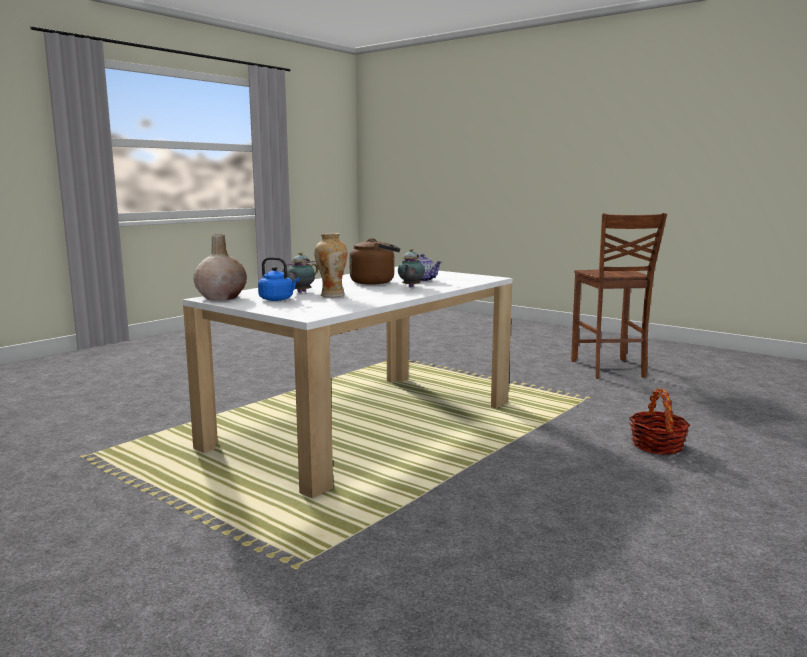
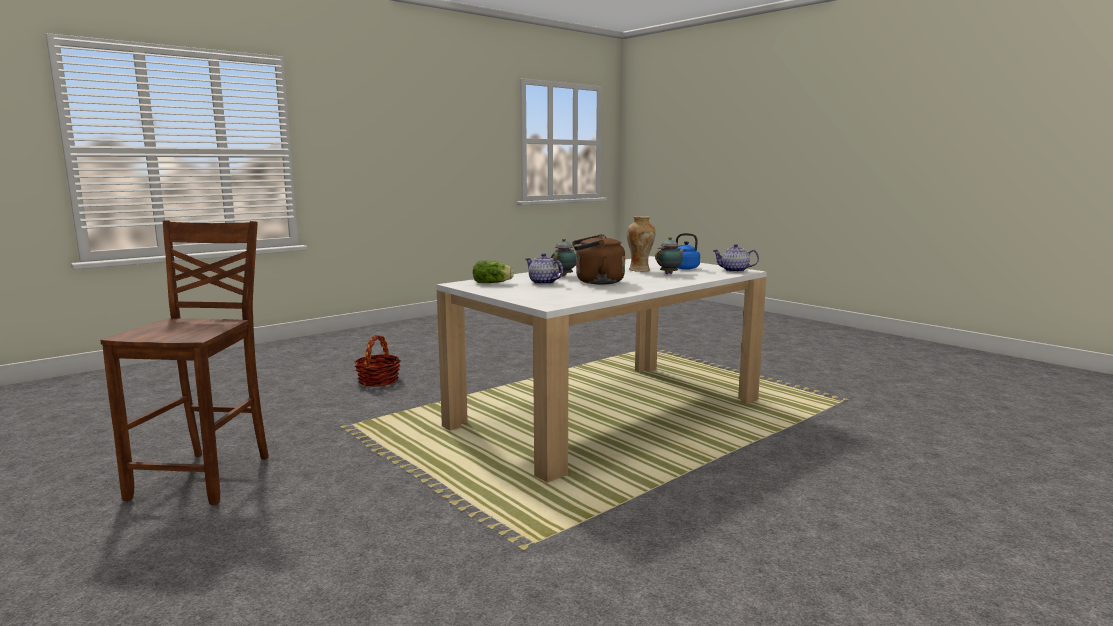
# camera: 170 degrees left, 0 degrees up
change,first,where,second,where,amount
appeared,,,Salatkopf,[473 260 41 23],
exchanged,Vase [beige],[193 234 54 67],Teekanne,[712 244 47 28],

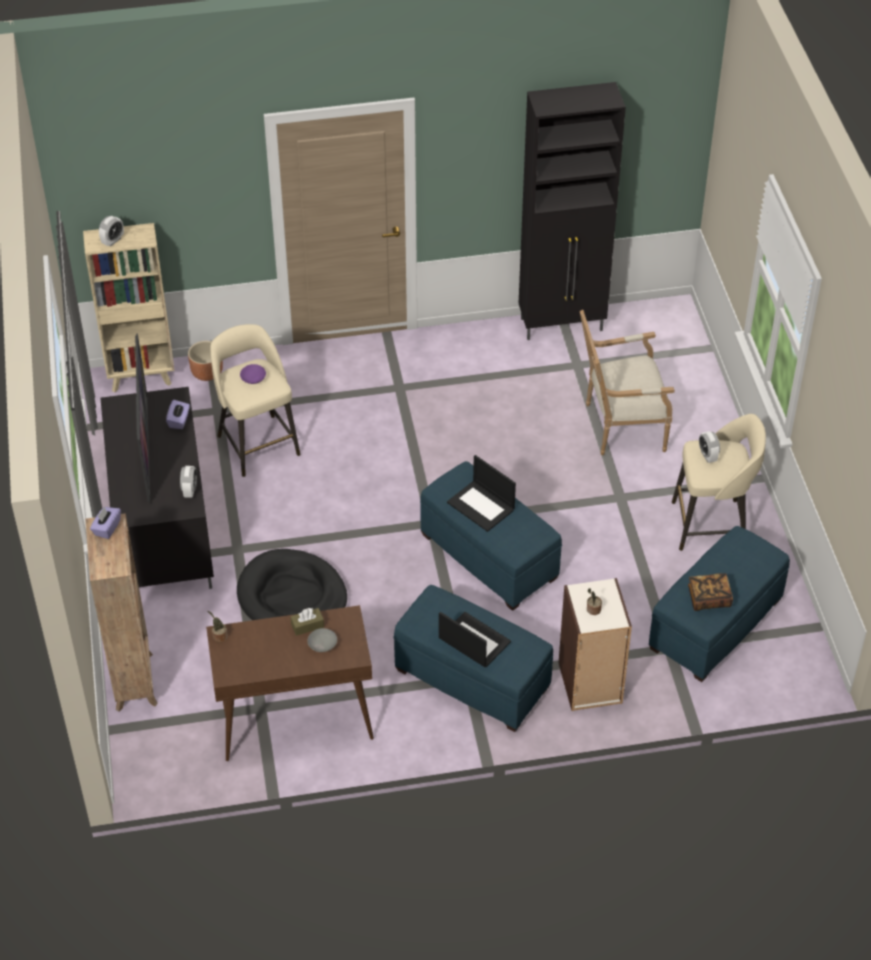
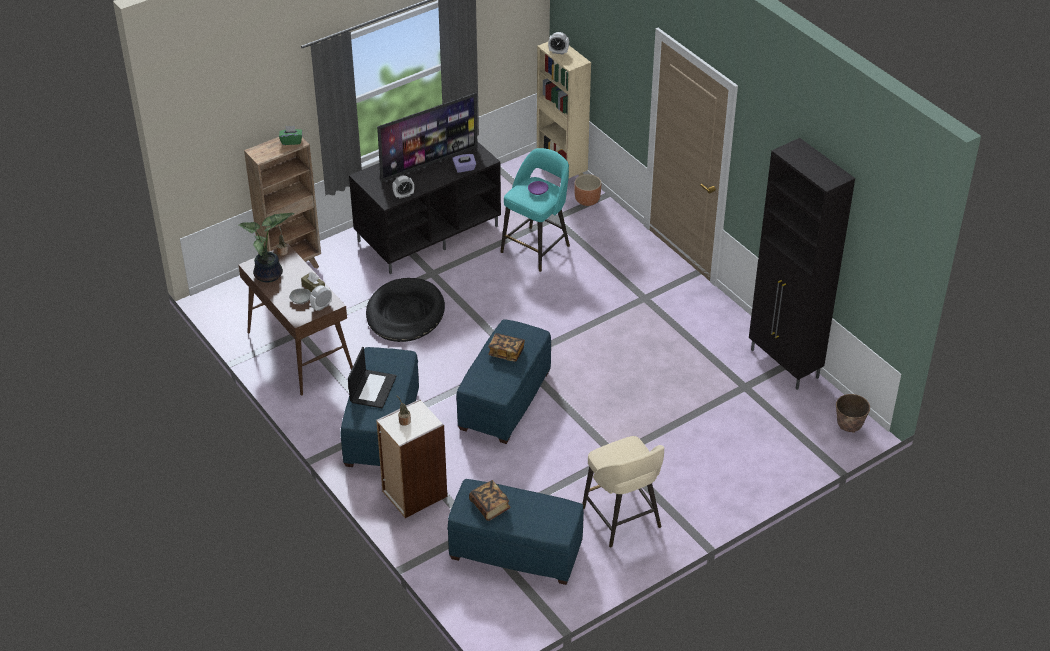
# camera: 65 degrees right, 5 degrees down
change,first,where,second,where,amount
appeared,,,Topfpflanze,[239 213 56 69],
colour,Taschentuchbox [lila],[90 507 31 32],Taschentuchbox [grün],[279 126 23 19],
relocated,Wecker,[699 431 21 32],,[310 285 22 26],
exchanged,Laptop,[447 455 69 77],Buch,[488 333 37 29],
colour,Hocker [beige],[210 324 90 153],Hocker [türkis],[500 148 70 124],
appeared,,,Pflanzkübel,[836 394 34 39],
missing,Sessel,[580 310 95 145],,,

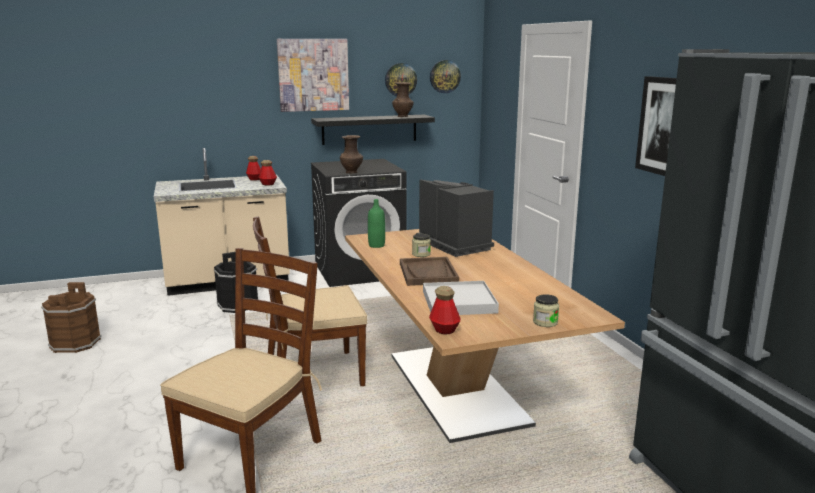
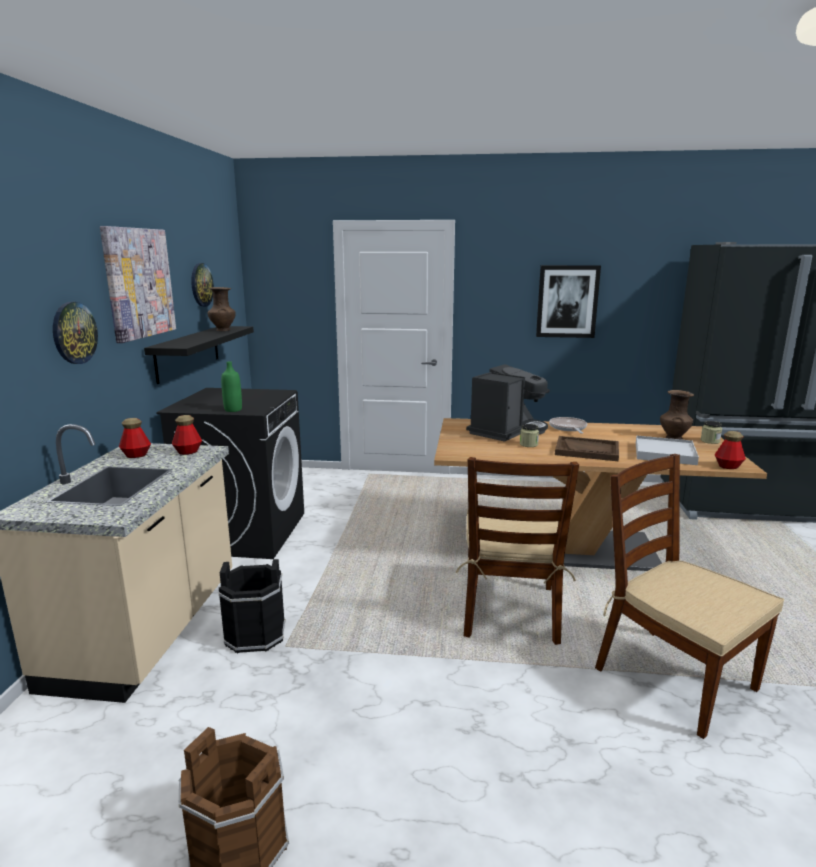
# camera: 65 degrees left, 0 degrees up
change,first,where,second,where,amount
relocated,Wanduhr,[430 60 31 33],,[53 302 45 62],
relocated,Flasche [grün],[368 199 17 49],,[221 361 21 51],
spun,Kaffeemaschine,[416 180 78 77],,[466 364 84 78],135 degrees clockwise
appeared,,,Pfanne,[549 417 38 17],
relocated,Vase [braun],[340 135 23 38],,[660 390 34 50],

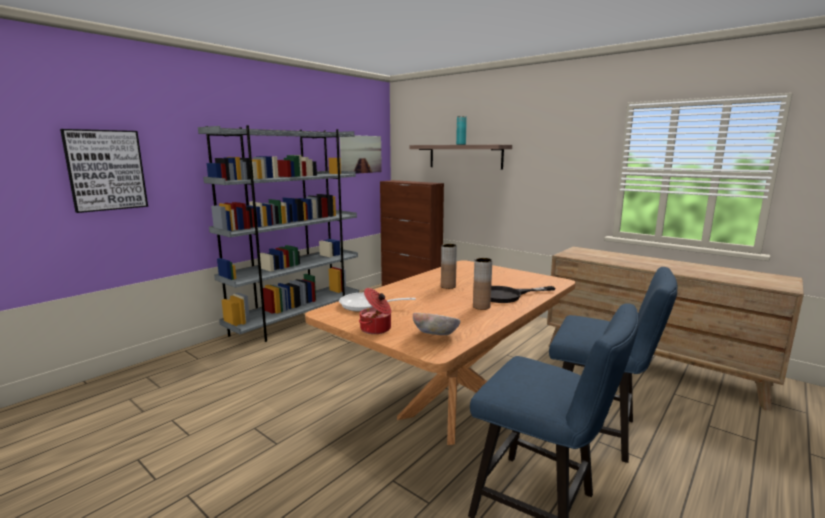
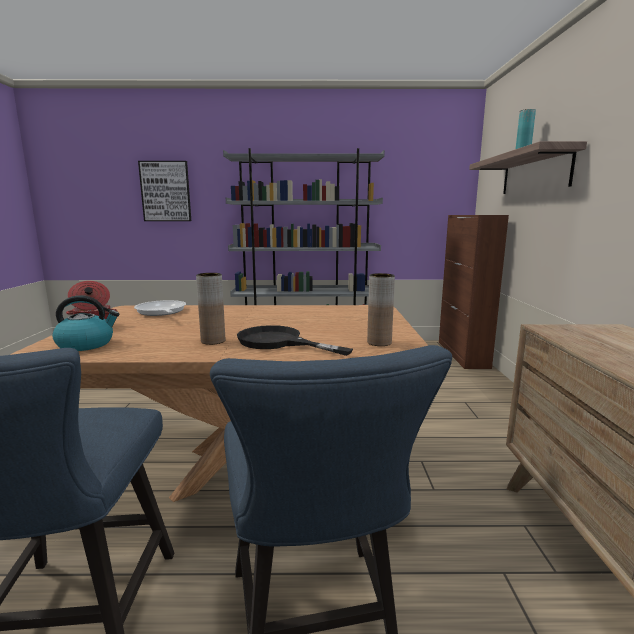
# camera: 50 degrees right, 0 degrees up
change,first,where,second,where,amount
exchanged,Schüssel,[413 313 47 22],Wasserkessel,[52 295 67 56],
relocated,Vase [braun],[441 244 16 45],,[367 273 28 73],
missing,Bild,[340 135 42 39],,,

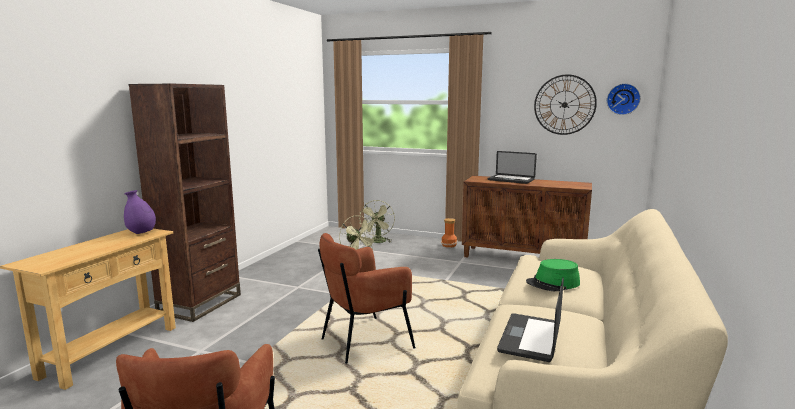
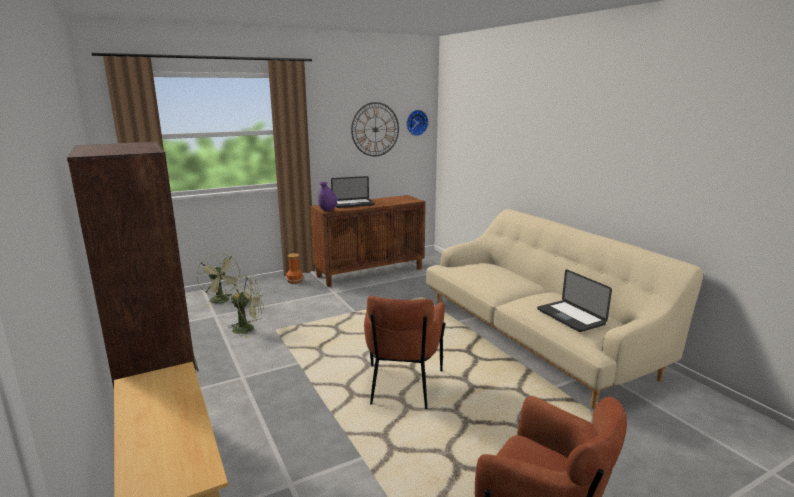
# camera: 50 degrees left, 5 degrees up
change,first,where,second,where,amount
relocated,Vase [lila],[124 190 32 44],,[318 182 19 29],
missing,Hut [grün],[526 259 54 32],,,

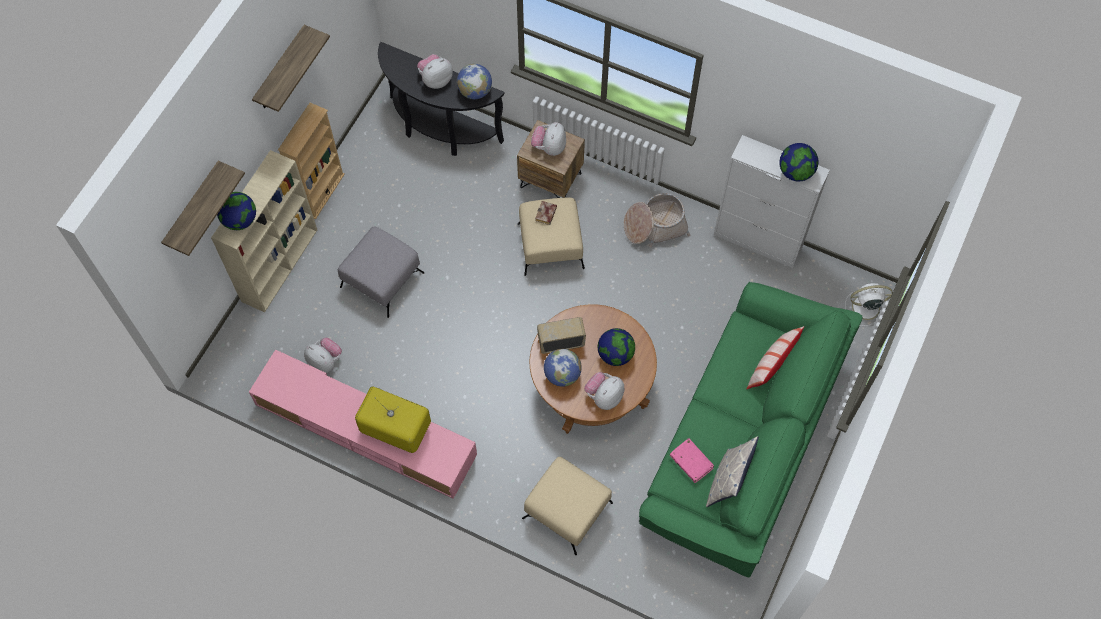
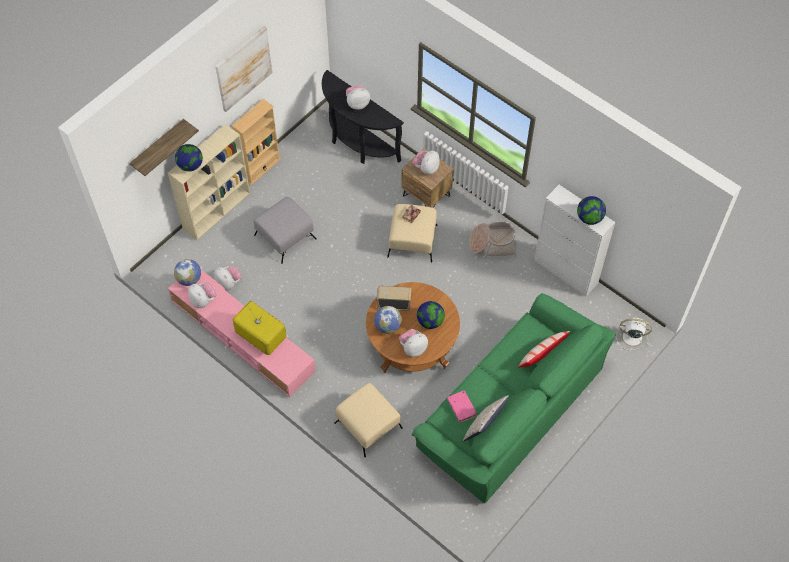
# camera: 15 degrees right, 5 degrees down
change,first,where,second,where,amount
relocated,Globus,[457 64 35 35],,[174 259 27 27],
appeared,,,Plüschtier,[188 283 29 25],
exchanged,Wandregal,[252 25 78 87],Bild,[215 26 57 86],

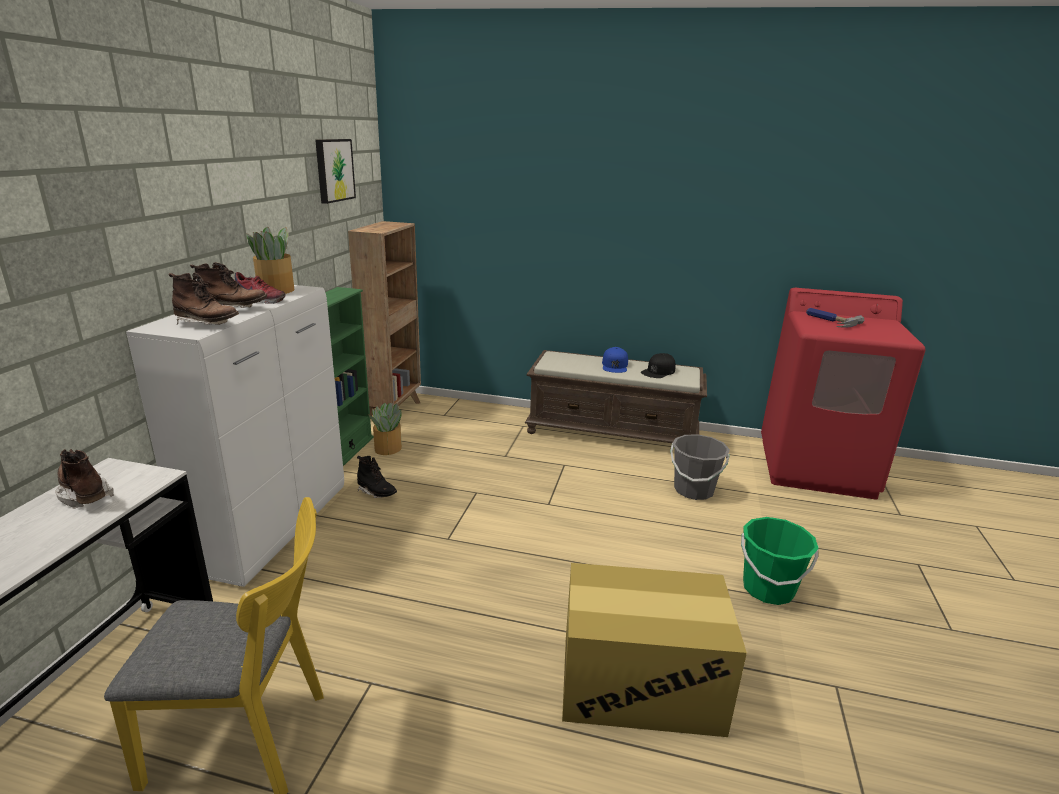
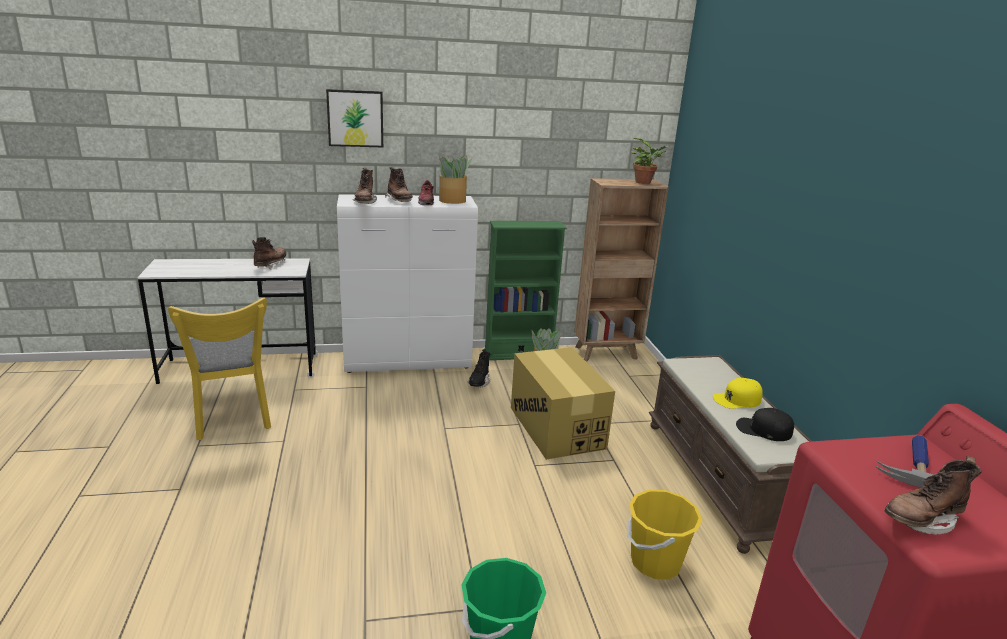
# camera: 65 degrees right, 0 degrees up
change,first,where,second,where,amount
relocated,Bild,[315 139 41 65],,[326 89 57 58],
relocated,Karton,[562 563 185 174],,[511 347 104 113],
colour,Eimer [grau],[670 434 60 66],Eimer [gelb],[627 490 75 89],
appeared,,,Topfpflanze,[631 138 37 46],
colour,Kappe [blau],[602 347 26 26],Kappe [gelb],[713 378 50 31],
appeared,,,Stiefel [braun],[885 456 97 79],

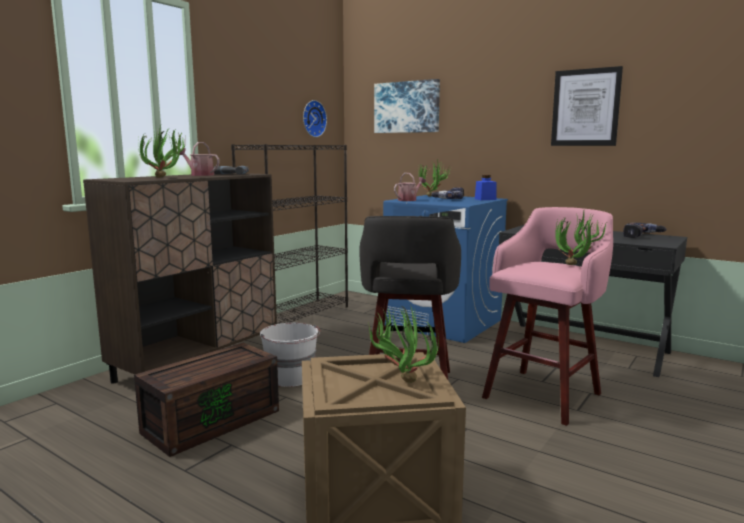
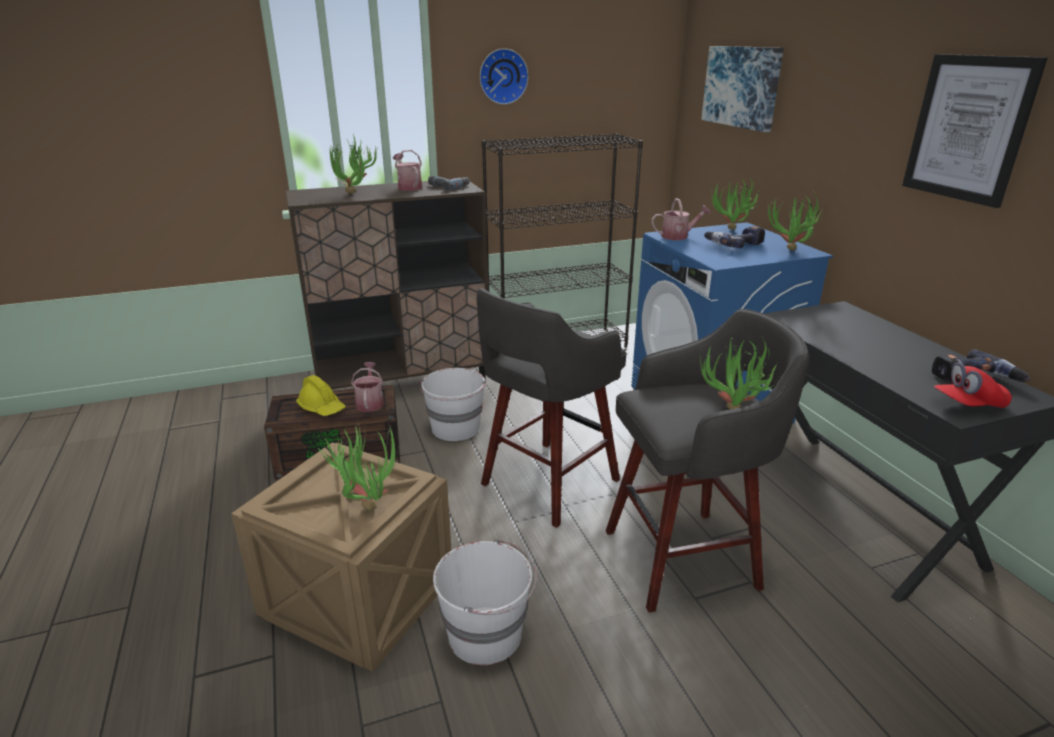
# camera: 35 degrees right, 15 degrees up
change,first,where,second,where,amount
appeared,,,Schutzhelm [gelb],[296 375 50 41],
appeared,,,Gießkanne,[351 362 33 50],
appeared,,,Eimer [weiß],[433 539 104 126],
relocated,Wanduhr,[303 100 24 37],,[480 48 49 57],
colour,Hocker [rosa],[482 207 131 219],Hocker [grau],[606 309 203 304],
exchanged,Vorratsglas [blau],[475 175 21 25],Topfpflanze,[768 192 54 58],
appeared,,,Kappe [rot],[934 362 78 46],

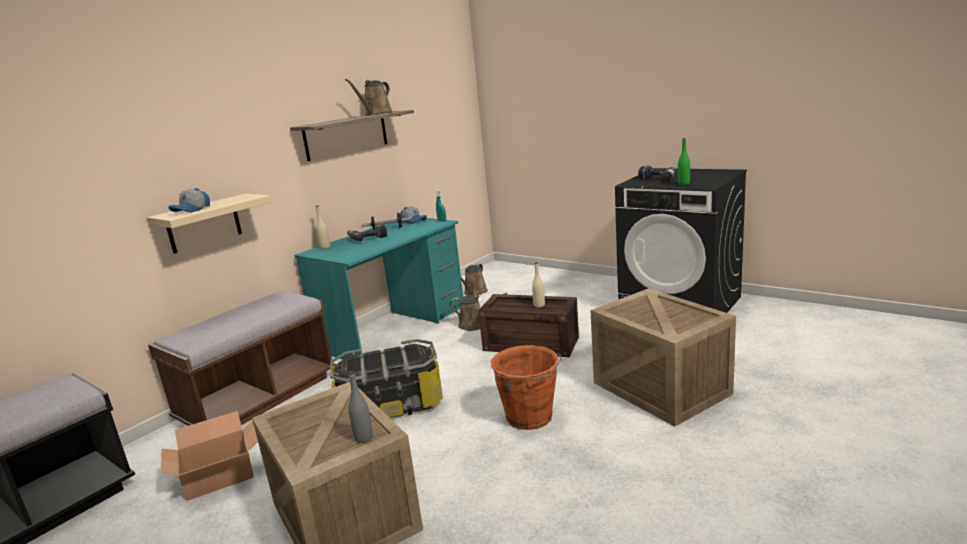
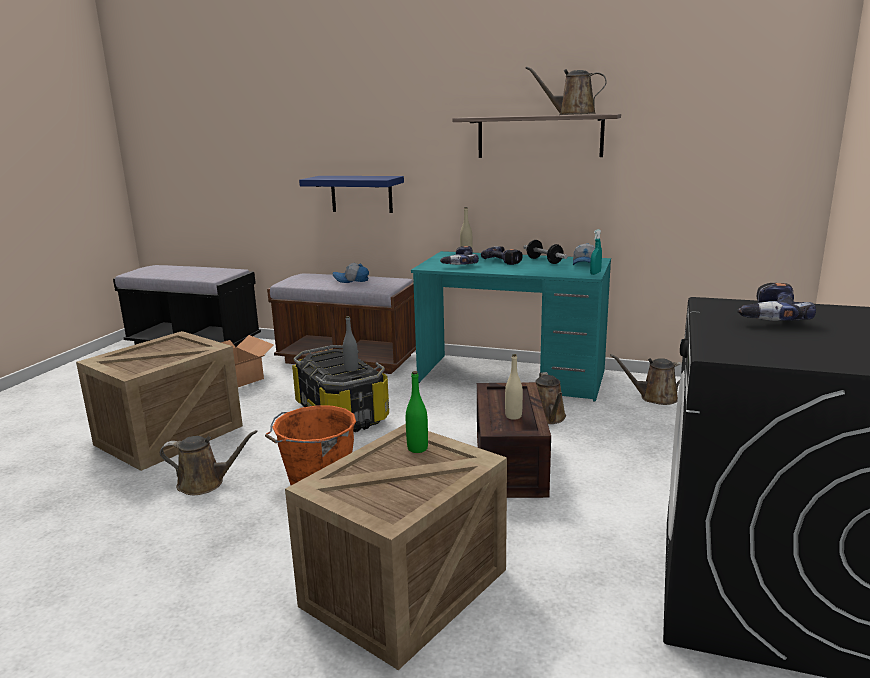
# camera: 70 degrees right, 0 degrees up
change,first,where,second,where,amount
appeared,,,Gießkanne [braun],[160 430 98 65],
colour,Wandregal [beige],[147 194 125 60],Wandregal [blau],[299 176 105 37],
relocated,Kappe,[168 188 42 24],,[333 263 36 20],
relocated,Flasche [grau],[348 371 25 72],,[343 316 15 56],
relocated,Flasche [grün],[678 138 12 47],,[406 371 22 82],
appeared,,,Bohrmaschine,[440 246 39 19],

